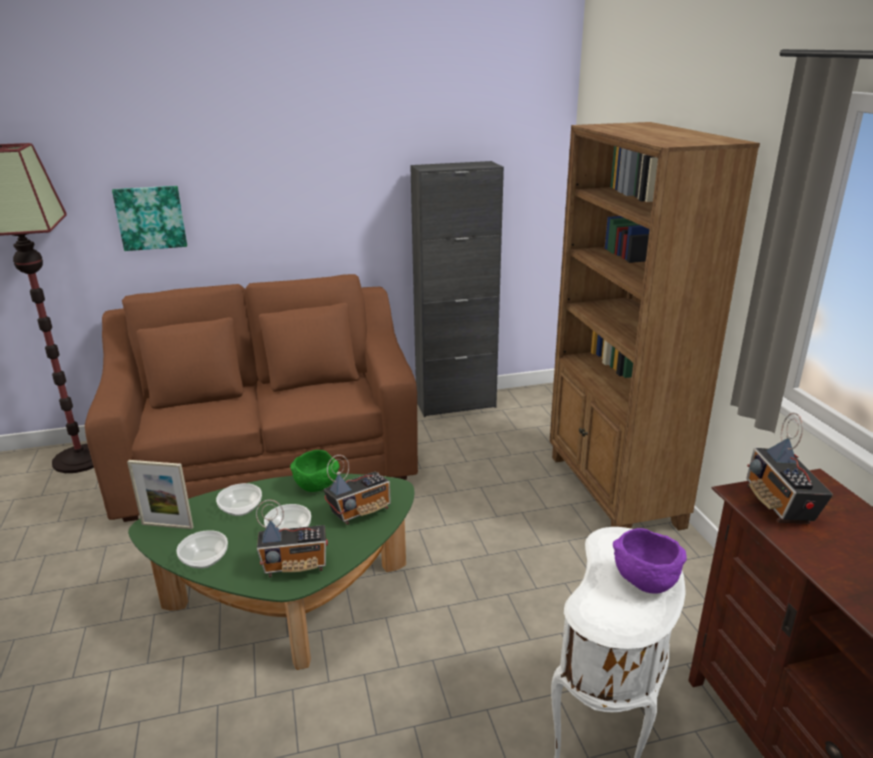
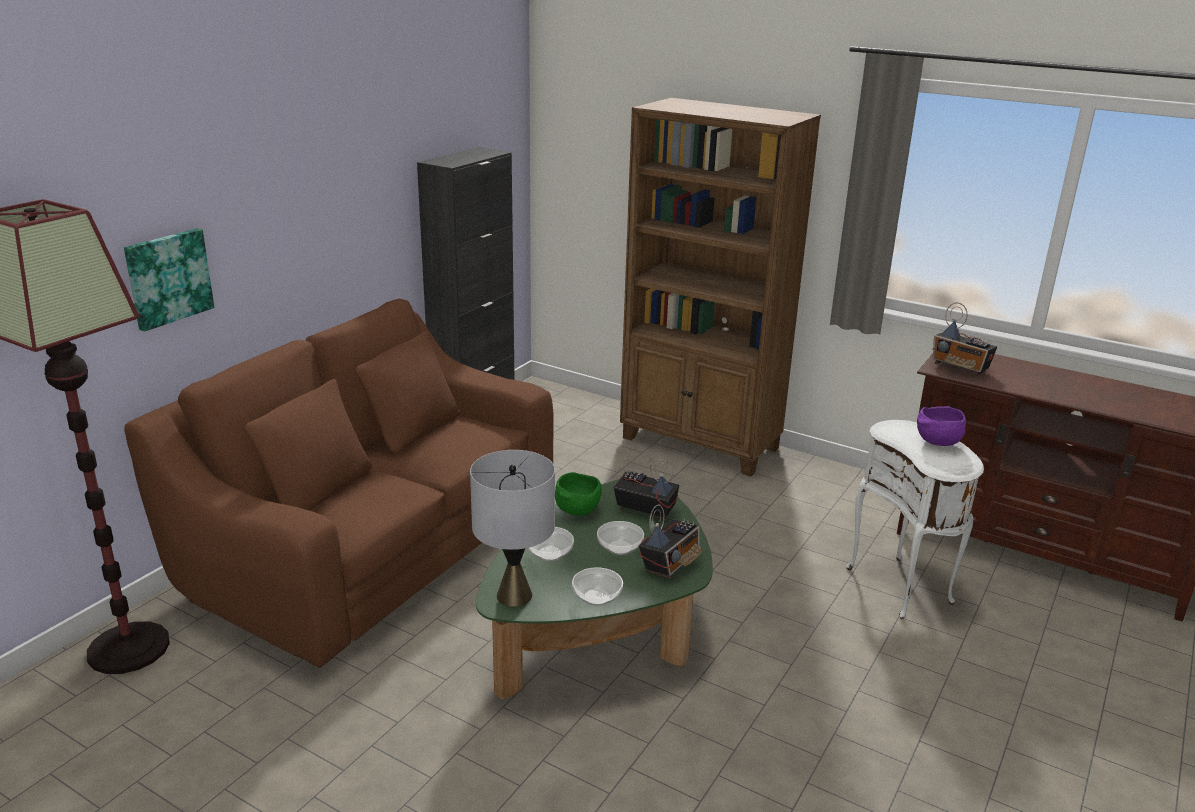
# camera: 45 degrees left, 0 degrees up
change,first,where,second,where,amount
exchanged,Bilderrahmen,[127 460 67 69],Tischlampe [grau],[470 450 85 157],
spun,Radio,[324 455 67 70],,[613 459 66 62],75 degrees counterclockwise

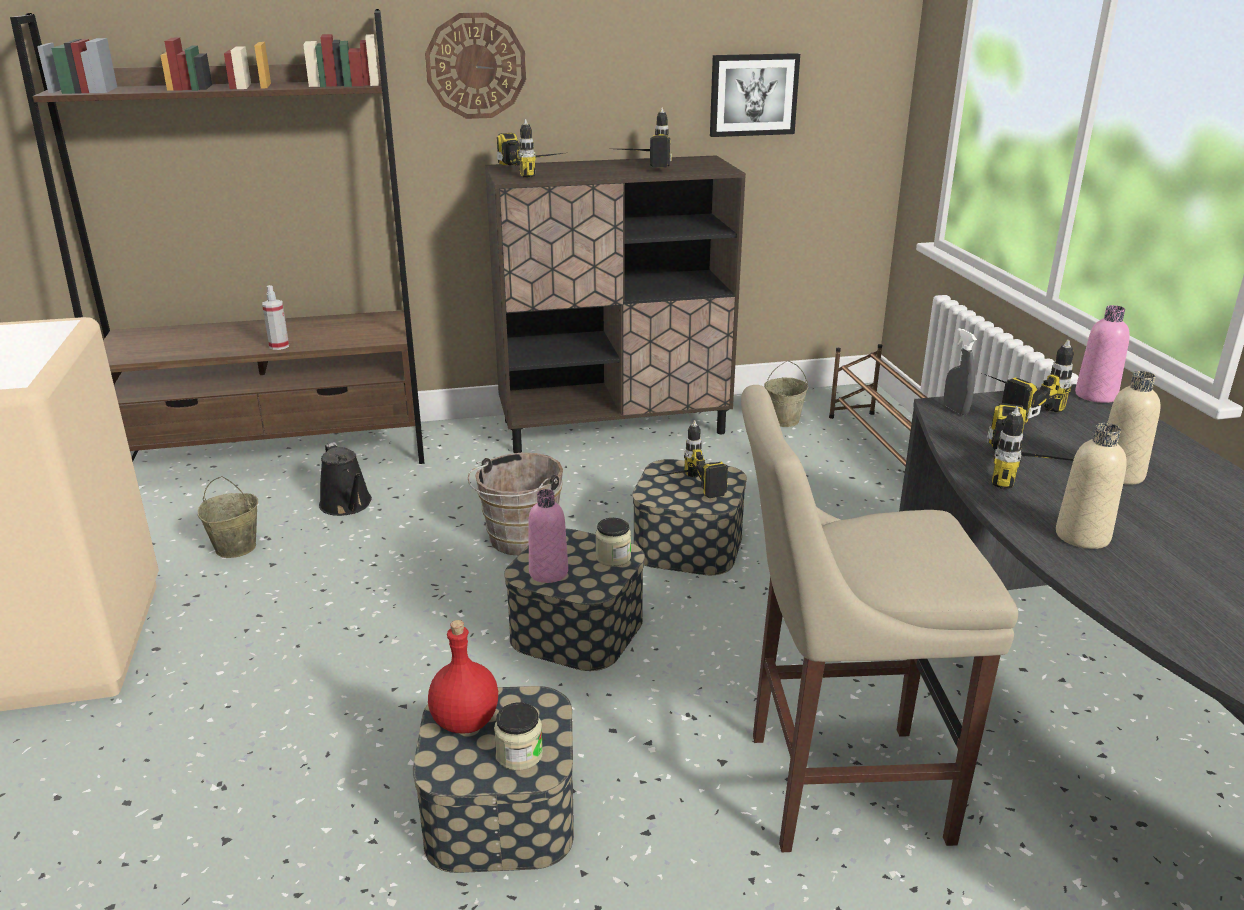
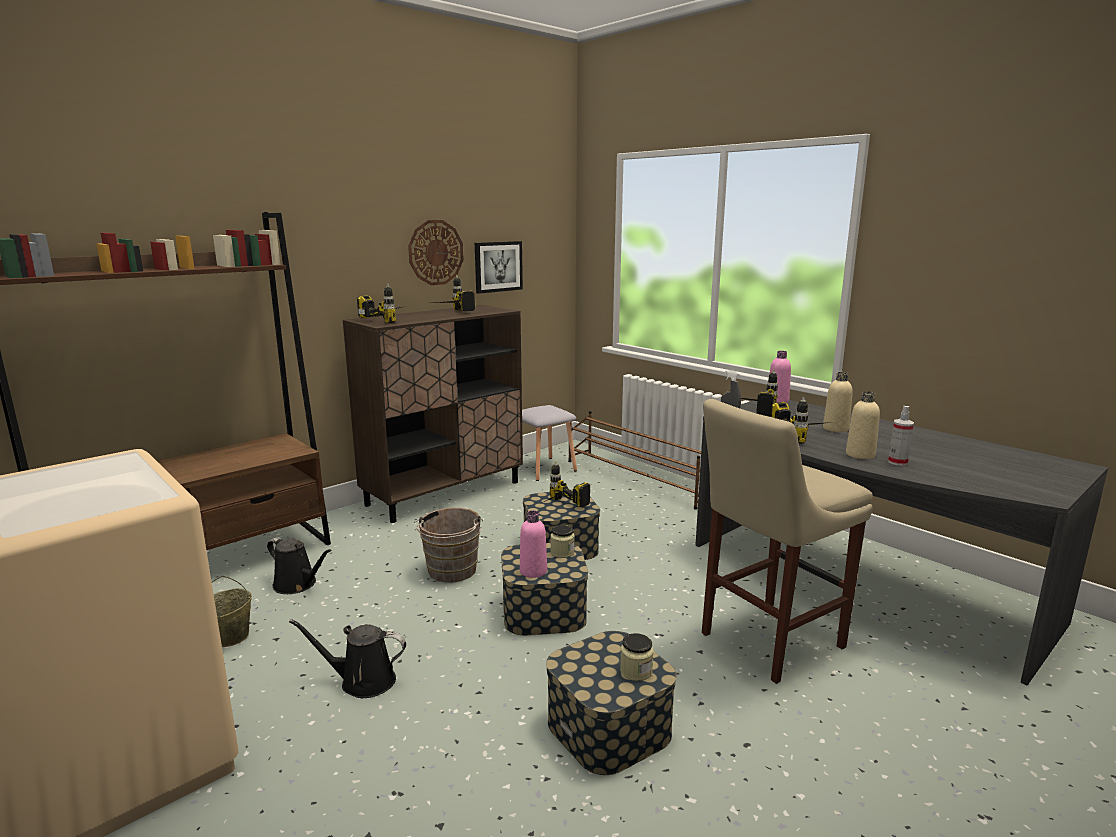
# camera: 30 degrees left, 10 degrees down
change,first,where,second,where,amount
appeared,,,Gießkanne [schwarz],[289 619 117 79],
relocated,Wanduhr,[425 13 101 106],,[408 220 56 65],
exchanged,Eimer [beige],[764 361 44 66],Hocker [grau],[522 405 55 76],
relocated,Sprühflasche,[262 285 27 65],,[888 406 26 60],
missing,Flasche [rot],[428 620 70 114],,,

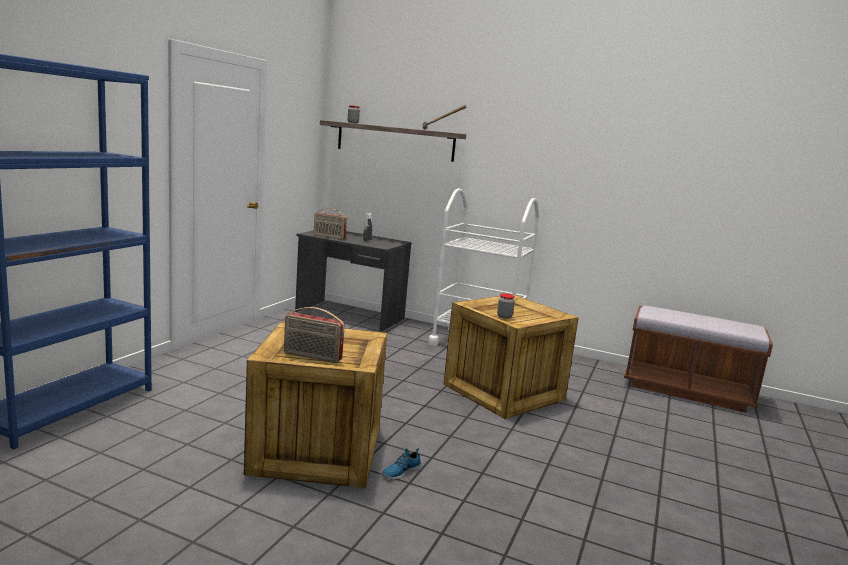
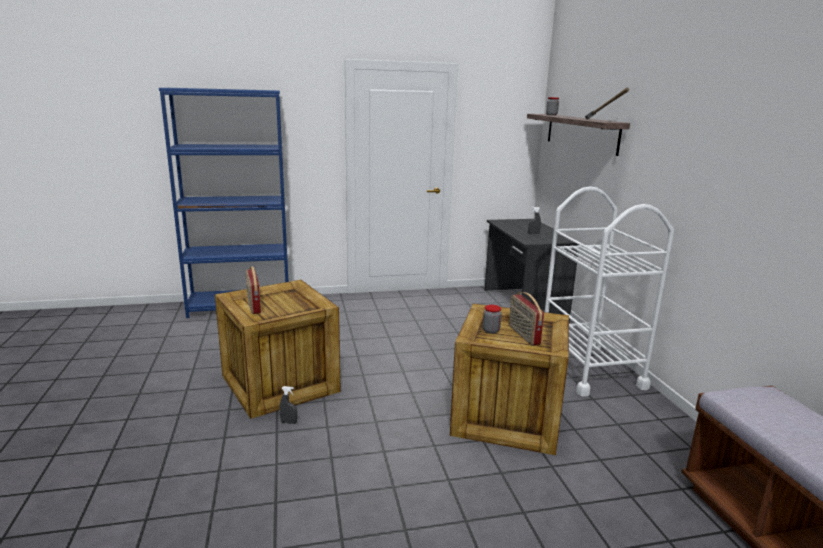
# camera: 55 degrees right, 5 degrees up
change,first,where,second,where,amount
exchanged,Schuh,[382 448 39 31],Sprühflasche [grau],[279 386 18 38],
relocated,Radio,[313 209 34 30],,[509 292 35 53],

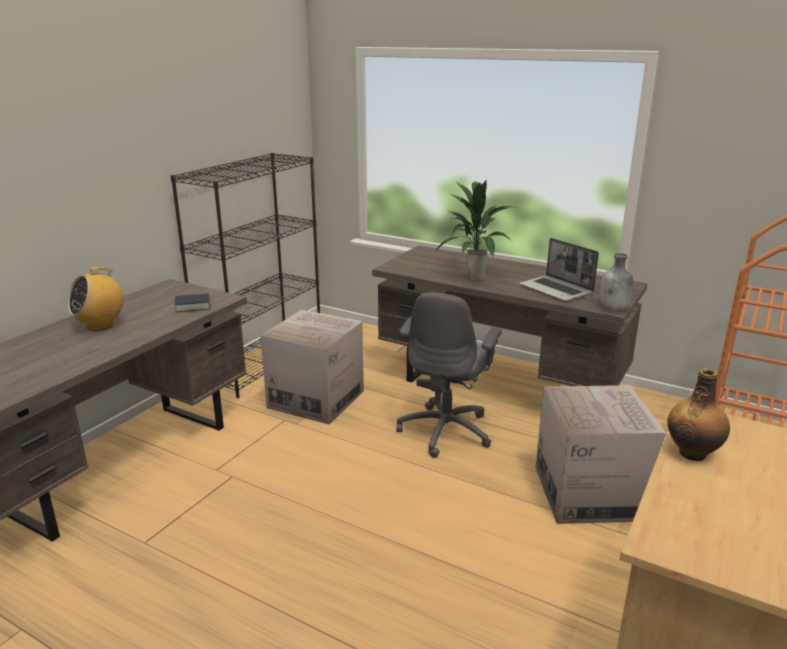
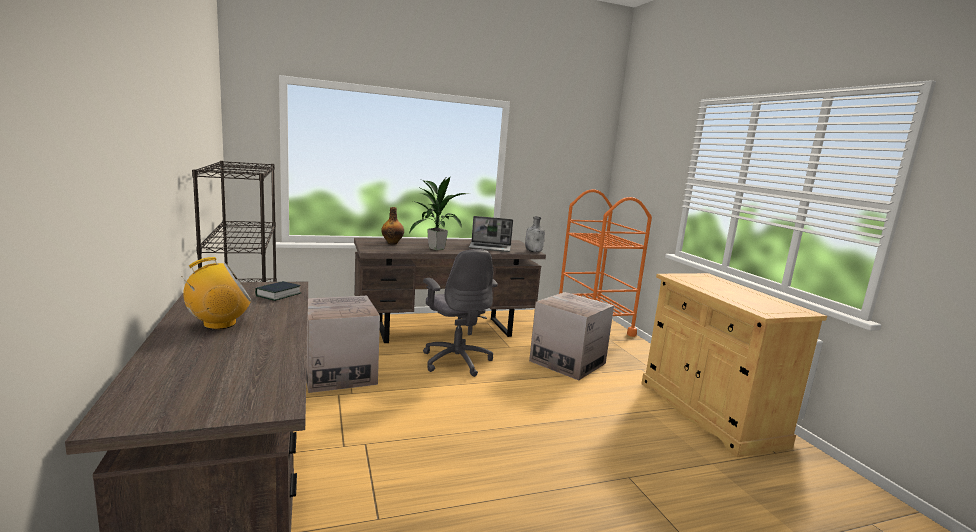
# camera: 50 degrees left, 10 degrees down
change,first,where,second,where,amount
spun,Radio,[67 267 57 64],,[181 257 71 73],120 degrees counterclockwise
relocated,Flasche,[667 368 63 93],,[381 207 23 38],

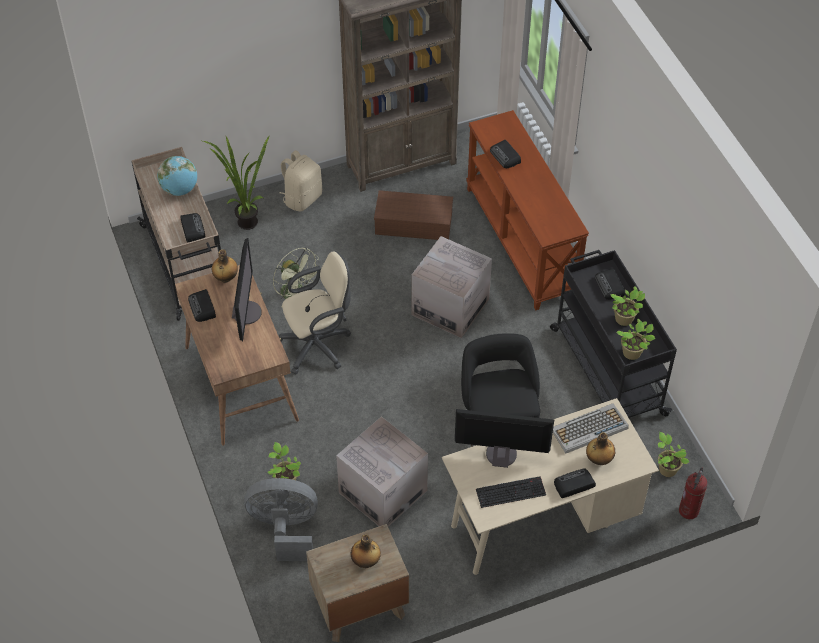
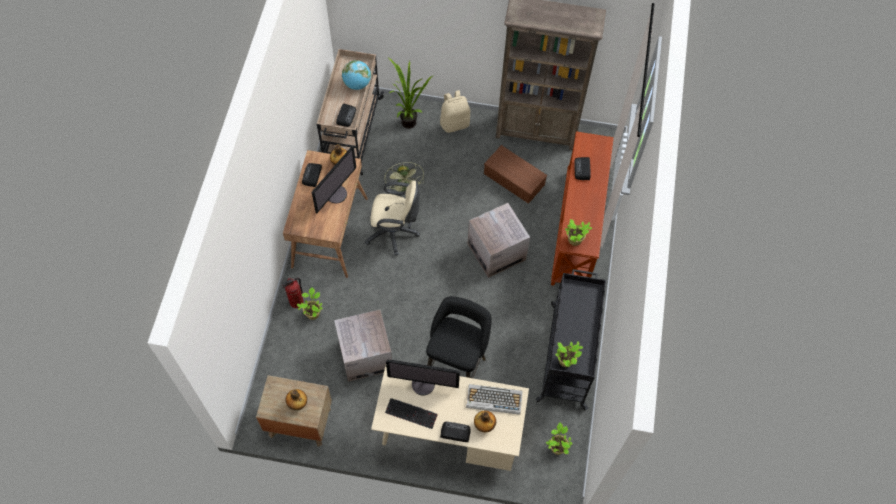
# camera: 30 degrees right, 10 degrees up
change,first,where,second,where,amount
relocated,Feuerlöscher,[679 468 29 51],,[282 278 22 30],
spun,Monitor,[455 409 99 59],,[386 360 74 36],150 degrees clockwise
relocated,Topfpflanze,[610 286 35 40],,[565 219 28 27],
missing,Ventilator [grau],[244 478 74 83],,,
missing,Radio,[595 268 30 32],,,

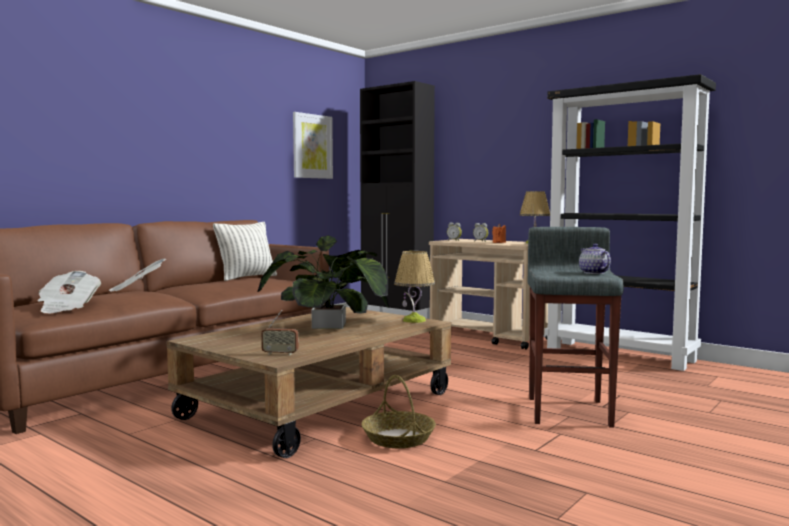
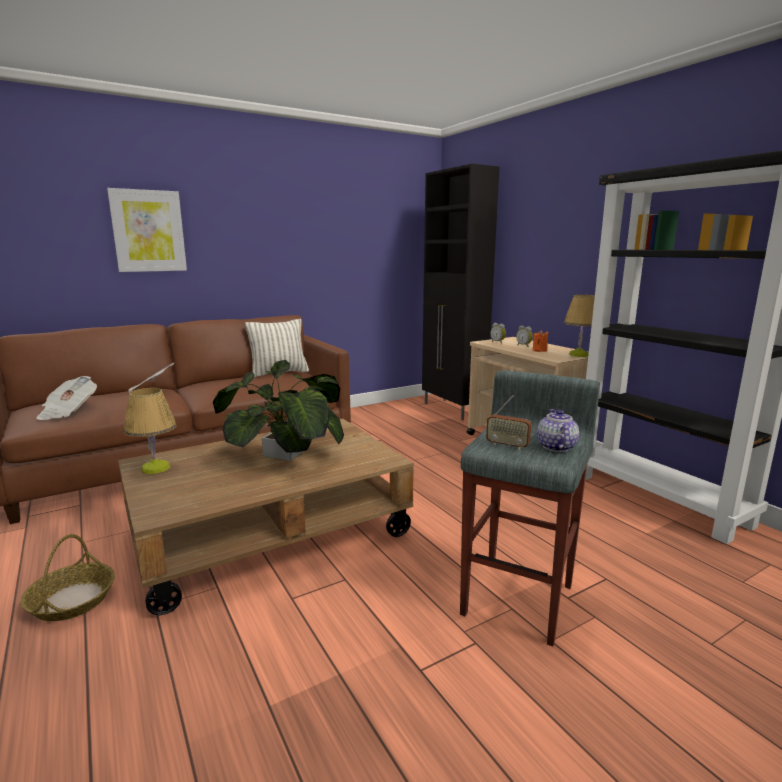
# camera: 20 degrees right, 10 degrees up
change,first,where,second,where,amount
relocated,Korb,[361 375 75 73],,[20 534 95 87],
relocated,Bild,[293 112 40 67],,[107 188 80 84],
relocated,Tischlampe,[394 251 41 72],,[124 388 53 86],
relocated,Radio,[261 310 38 46],,[486 396 45 54],

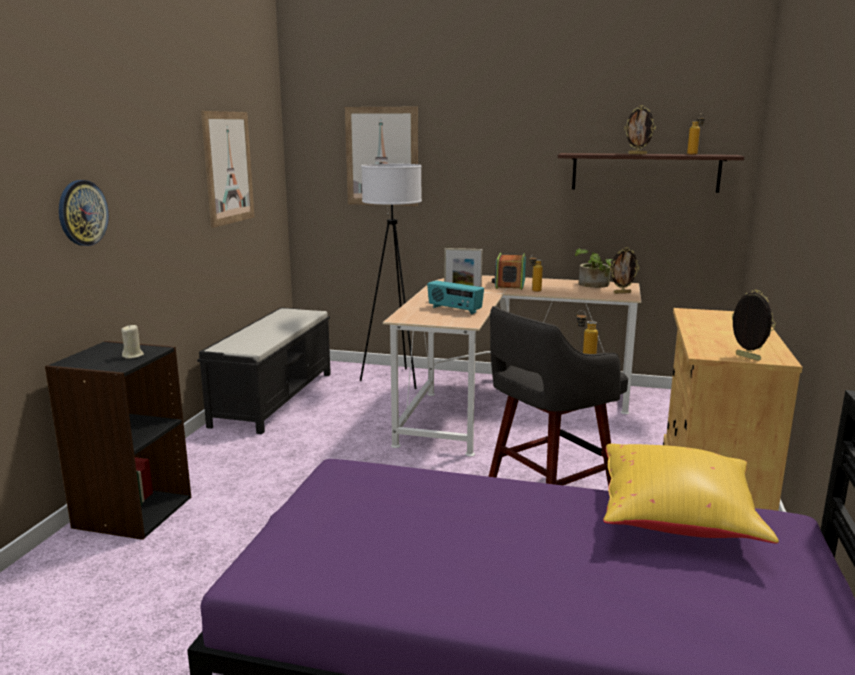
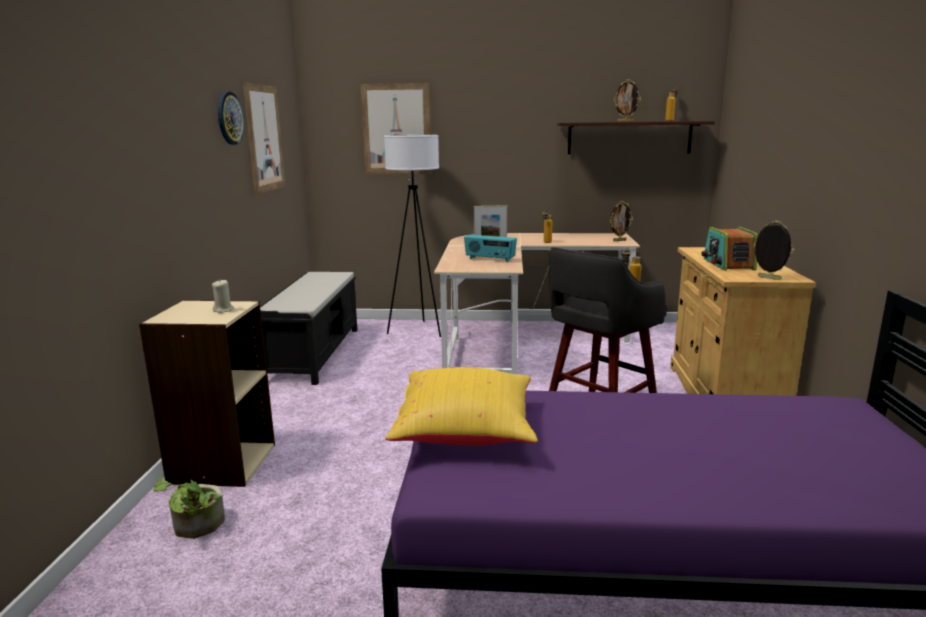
# camera: 10 degrees left, 0 degrees up
change,first,where,second,where,amount
colour,Bücherregal [schwarz],[45 341 146 199],Bücherregal [beige],[139 300 136 187],
relocated,Topfpflanze,[575 248 38 40],,[153 476 72 63],
relocated,Wanduhr,[59 180 50 66],,[218 91 26 54],
relocated,Kissen [gelb],[603 444 176 100],,[385 367 153 79],
relocated,Radio,[492 253 34 37],,[702 227 56 44],

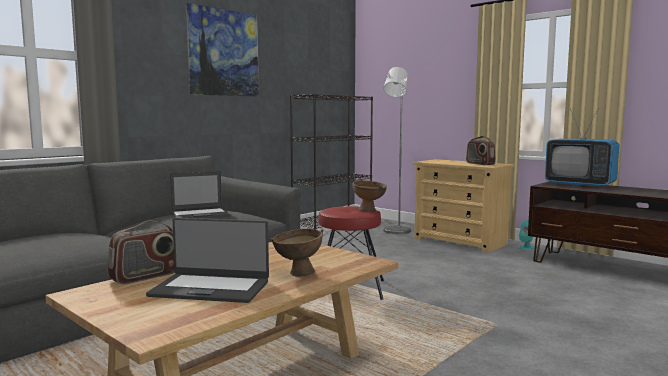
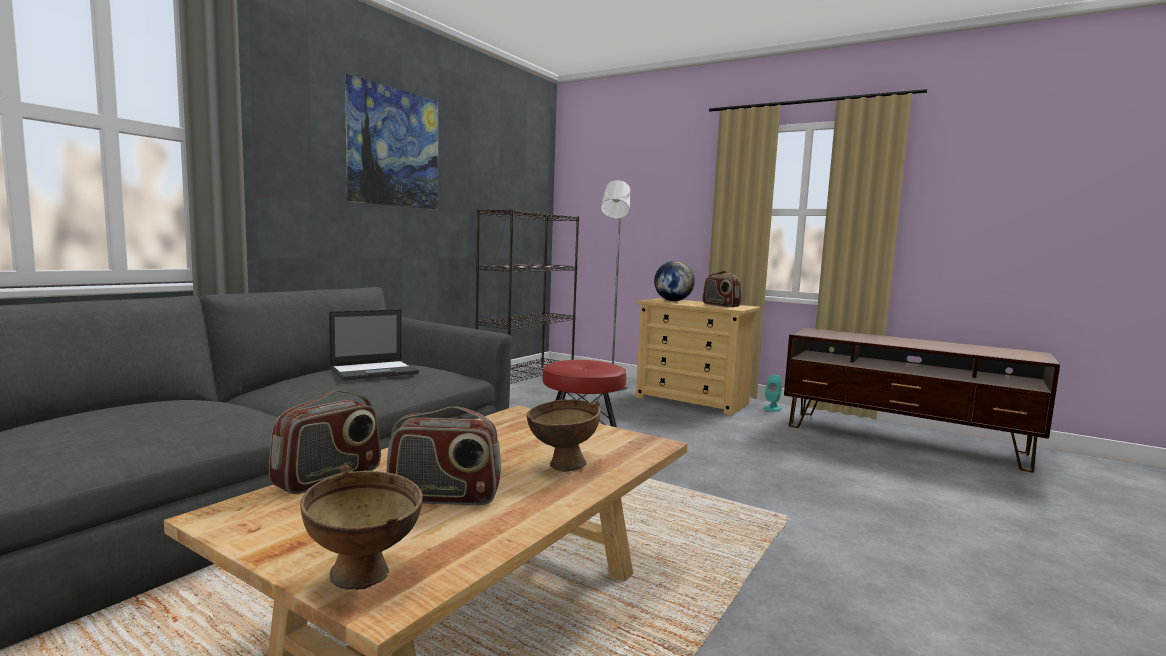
# camera: 10 degrees left, 0 degrees up
change,first,where,second,where,amount
relocated,Schüssel [braun],[352 178 35 33],,[300 465 123 125],
exchanged,Laptop,[146 218 123 85],Radio,[386 406 115 99],
appeared,,,Globus,[654 261 41 40],
missing,Fernseher,[545 108 74 79],,,

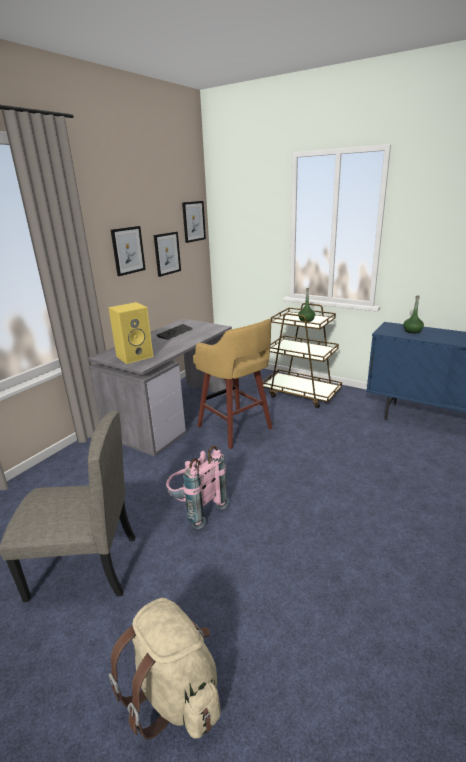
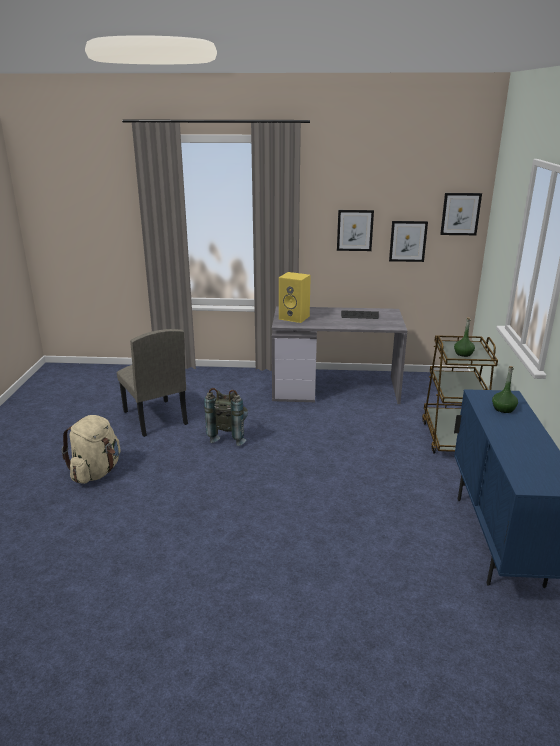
# camera: 60 degrees right, 0 degrees up
change,first,where,second,where,amount
colour,Rucksack [rosa],[166 446 63 83],Rucksack [grau],[204 388 44 58],
missing,Hocker [gelb],[193 319 80 130],,,

